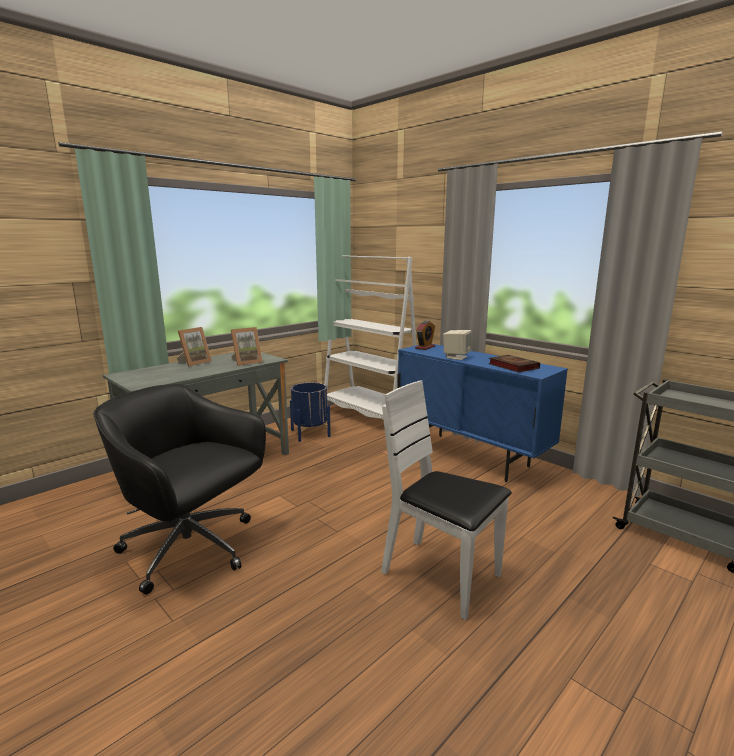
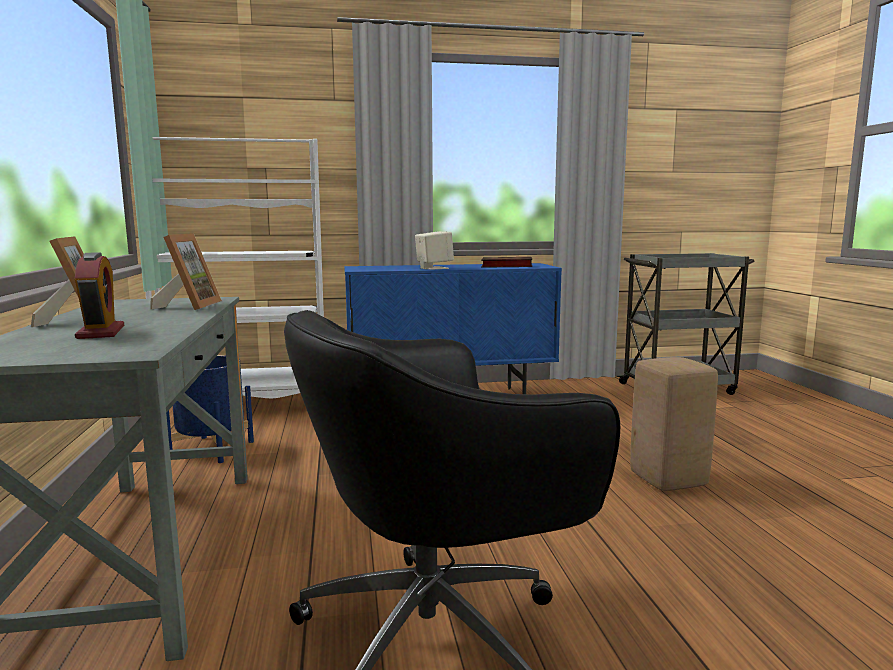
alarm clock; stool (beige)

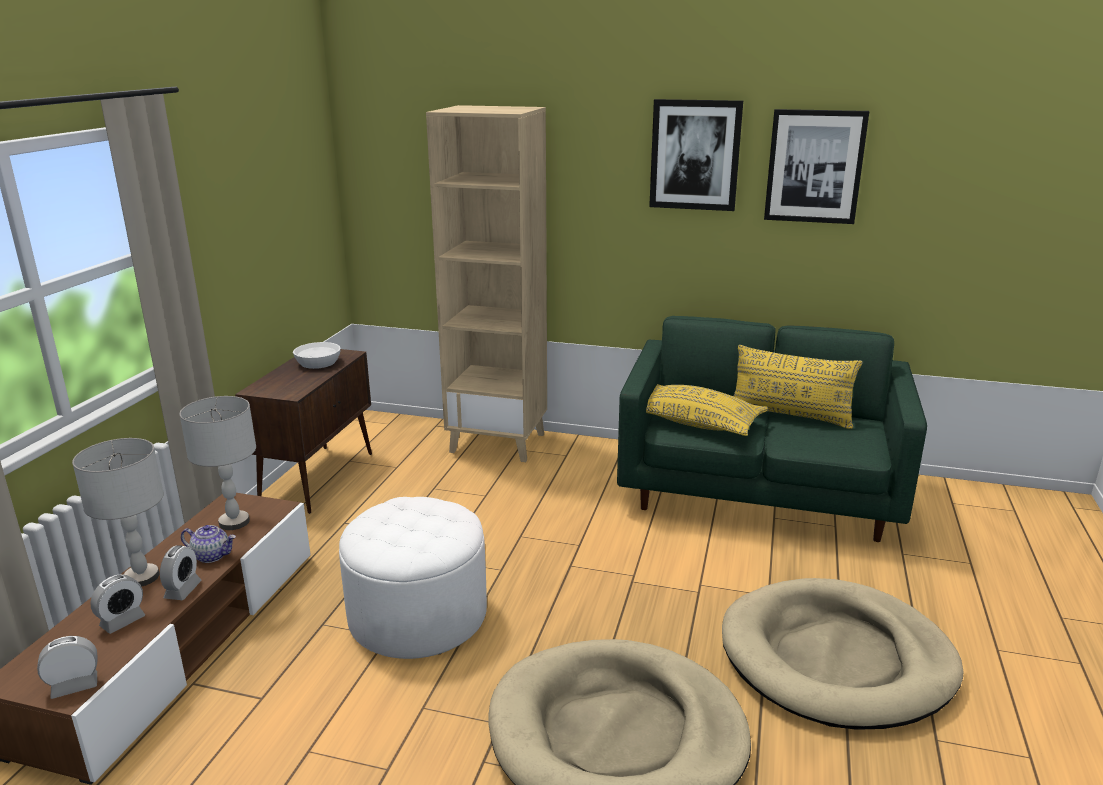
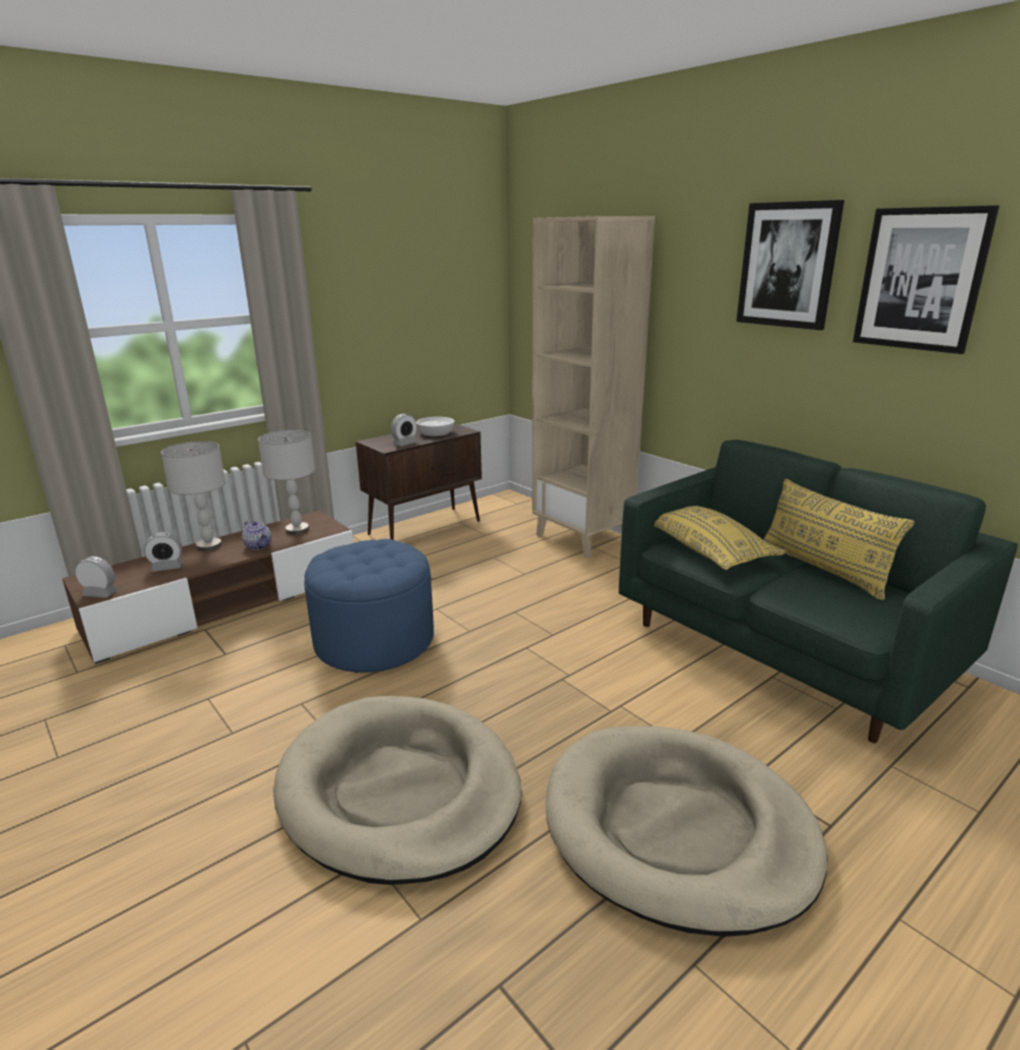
ottoman (blue); alarm clock (no. 3 from left)

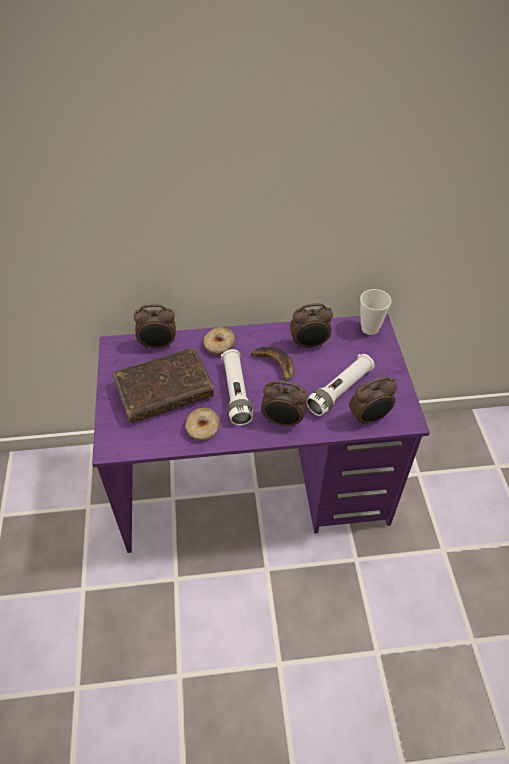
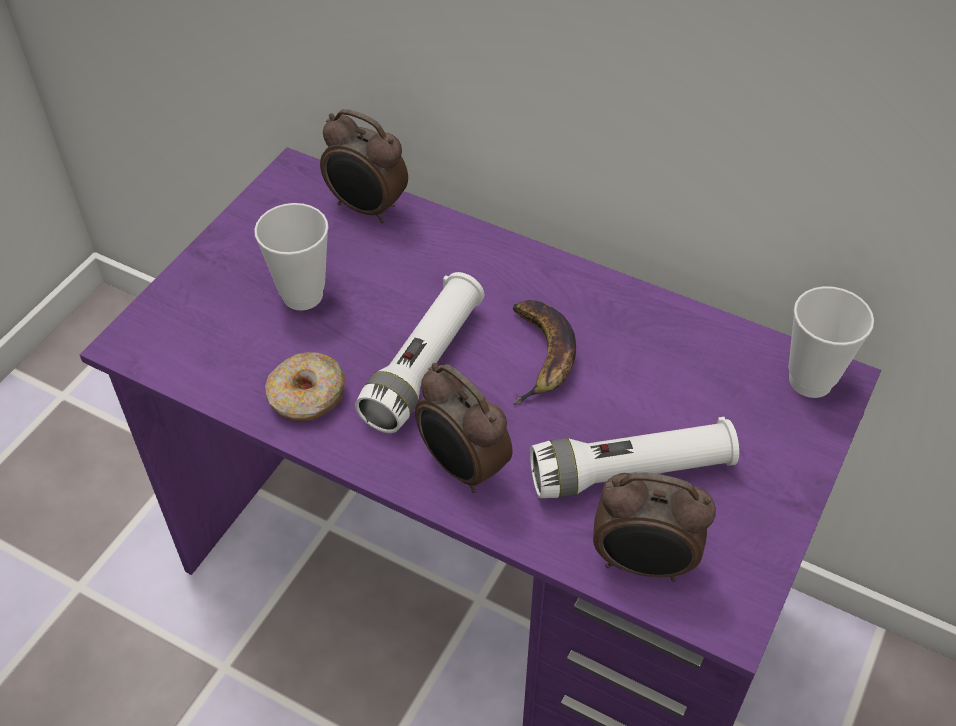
alarm clock (no. 3 from left in the first image); donut (no. 2 from left in the first image); cup (no. 1 from left)

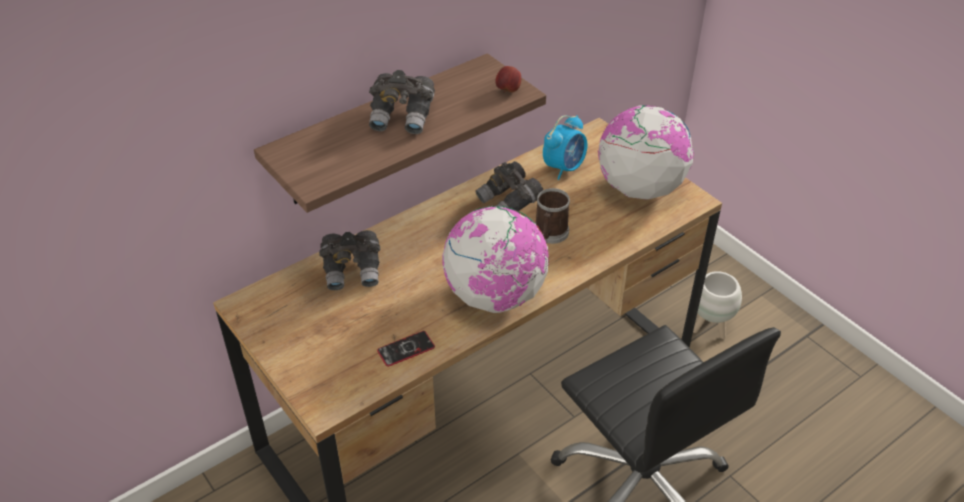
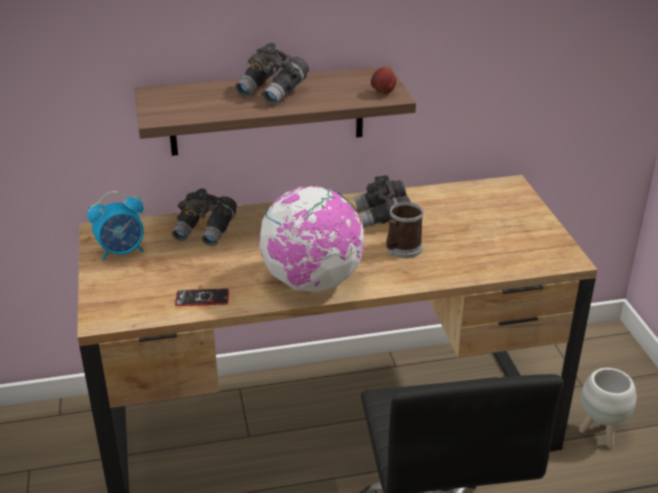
globe (no. 2 from left in the first image); alarm clock

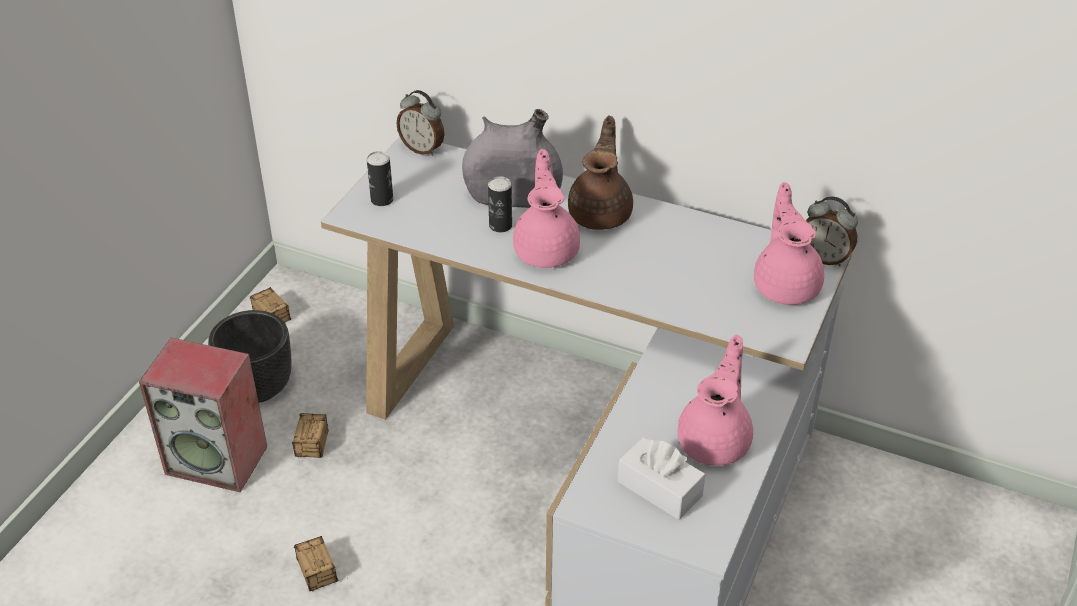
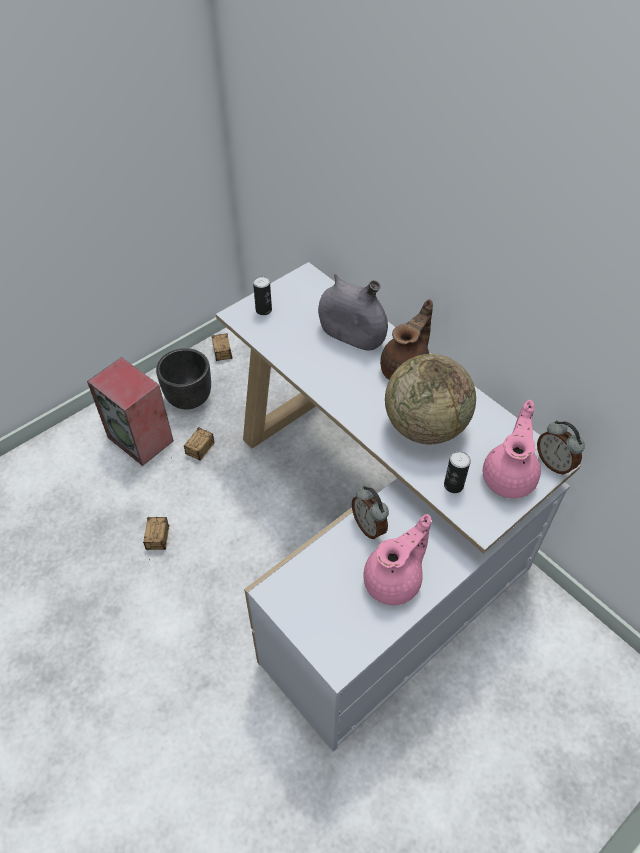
alarm clock (no. 1 from left); teapot (pink) (no. 1 from left in the first image); can (no. 2 from left); tissue box (white); globe

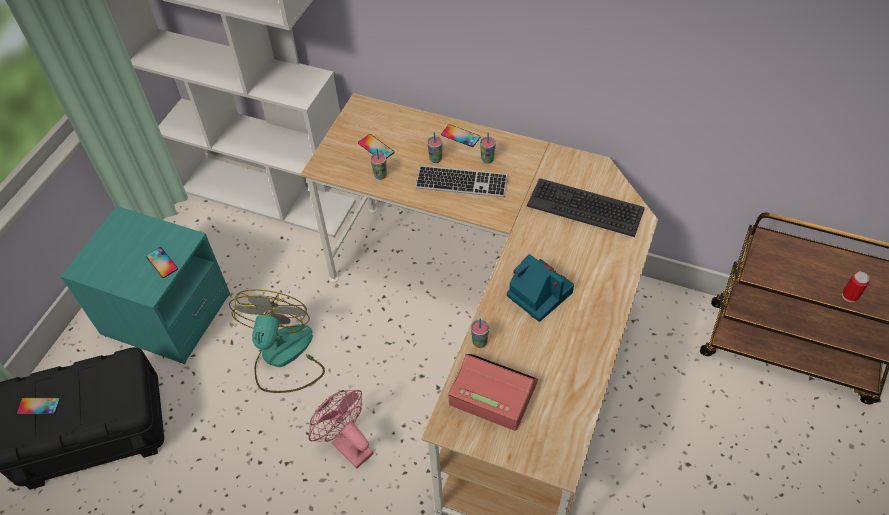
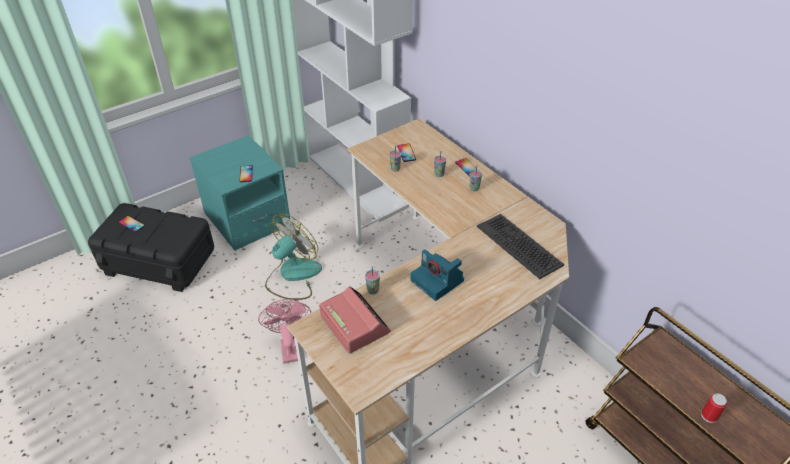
keyboard (no. 1 from left in the first image); photo camera

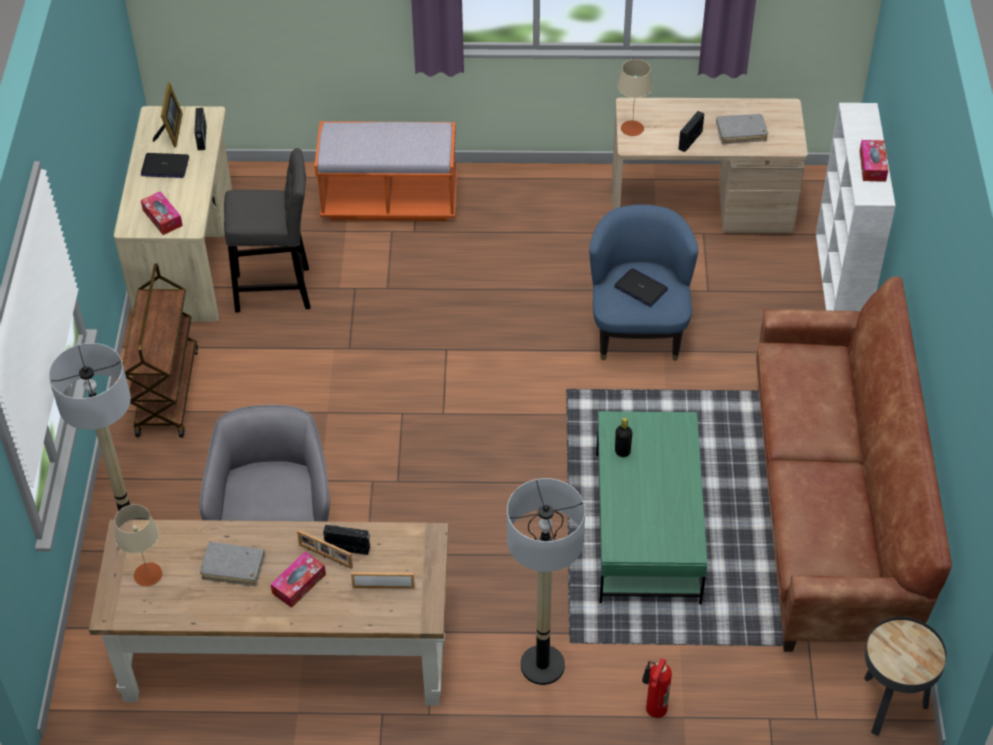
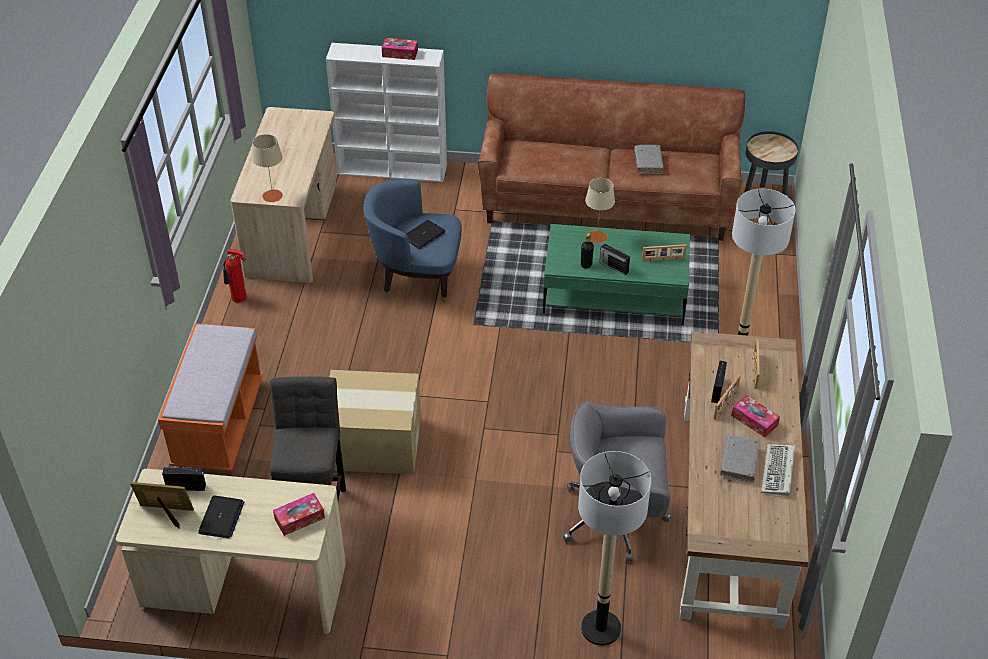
radio (no. 2 from left); book (grey) (no. 1 from left); cart (brown); table lamp (beige) (no. 2 from left); fire extinguisher; picture frame (no. 2 from left); cardboard box; keyboard

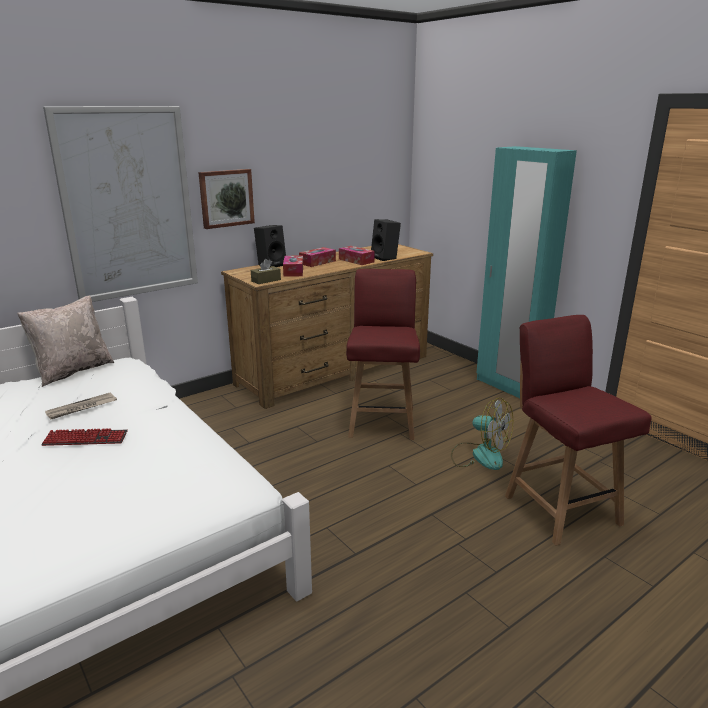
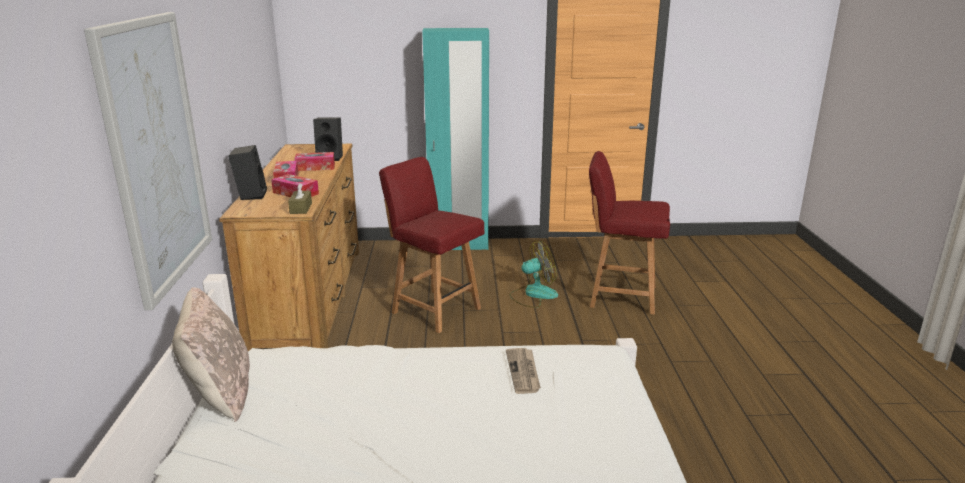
picture (no. 2 from left in the first image); newspaper; keyboard

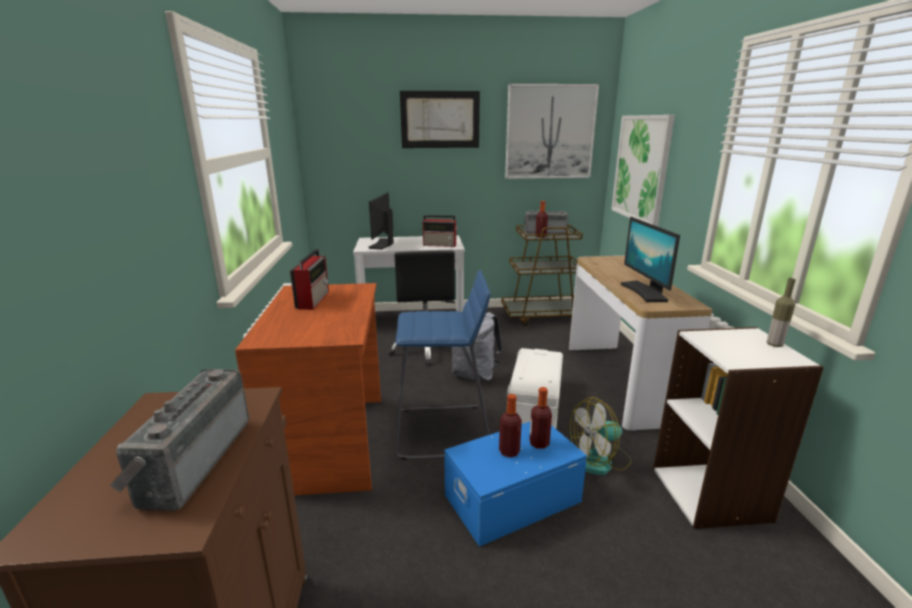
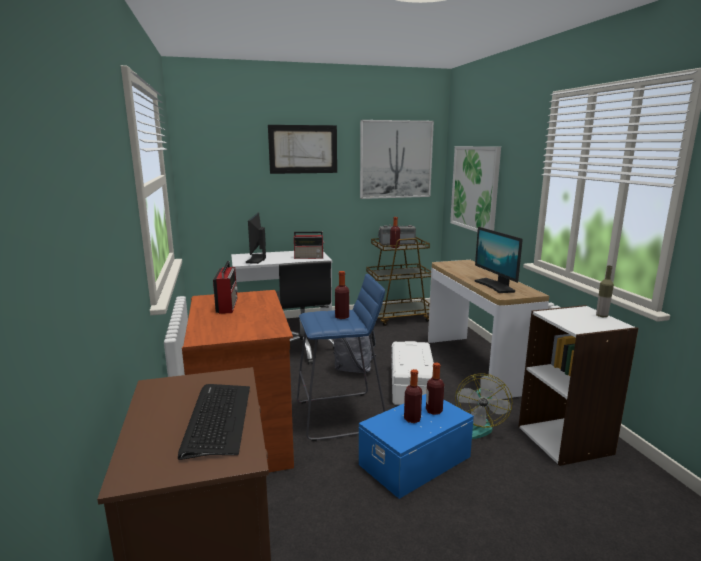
keyboard; fan; bottle (no. 1 from left)

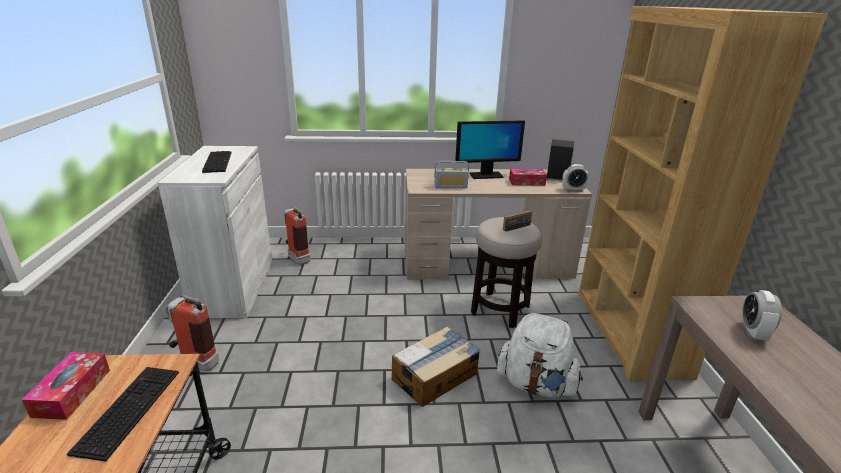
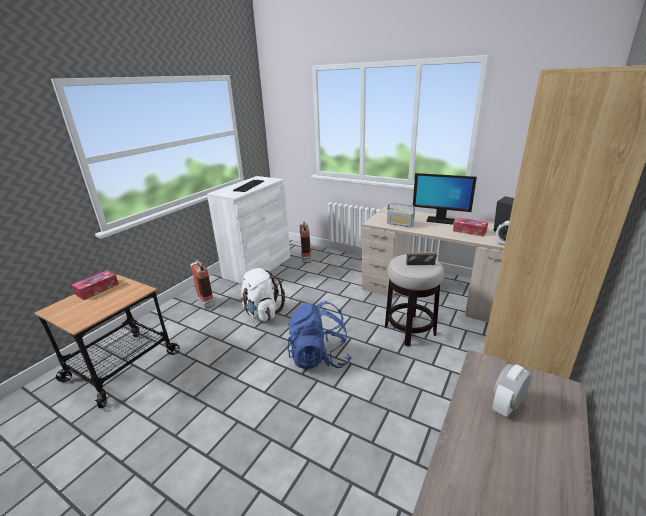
backpack (white); backpack (blue); keyboard (no. 1 from left in the first image)

